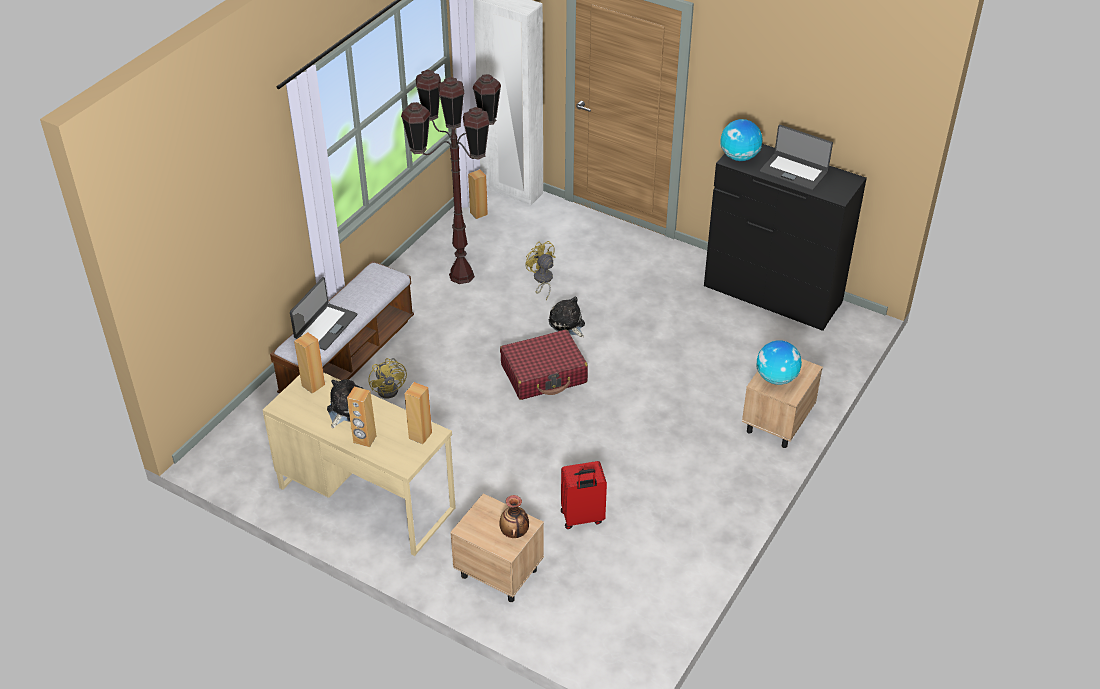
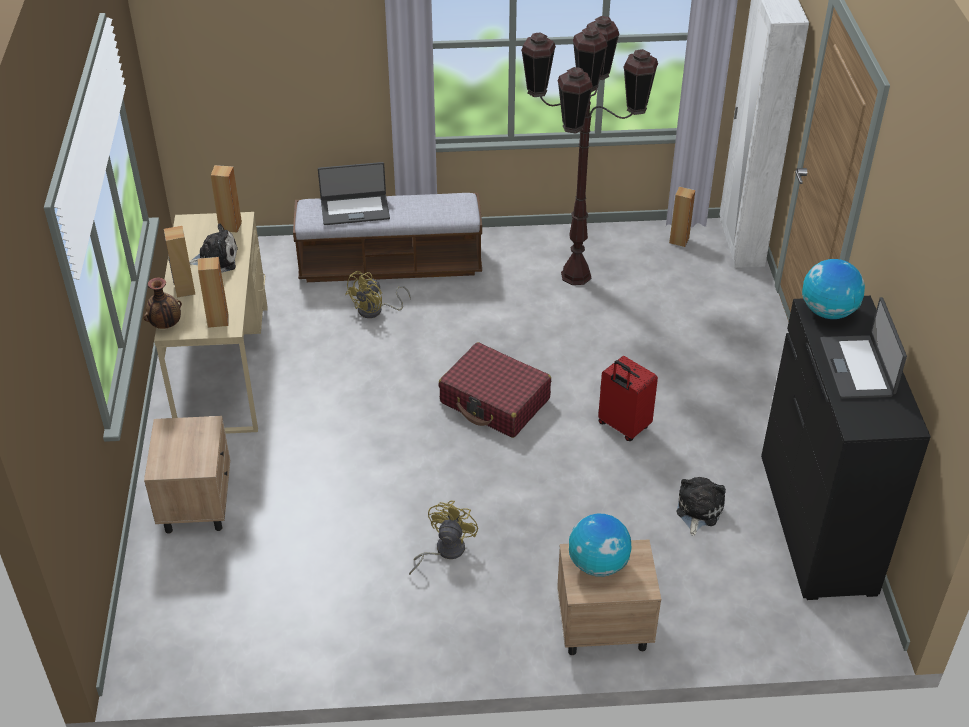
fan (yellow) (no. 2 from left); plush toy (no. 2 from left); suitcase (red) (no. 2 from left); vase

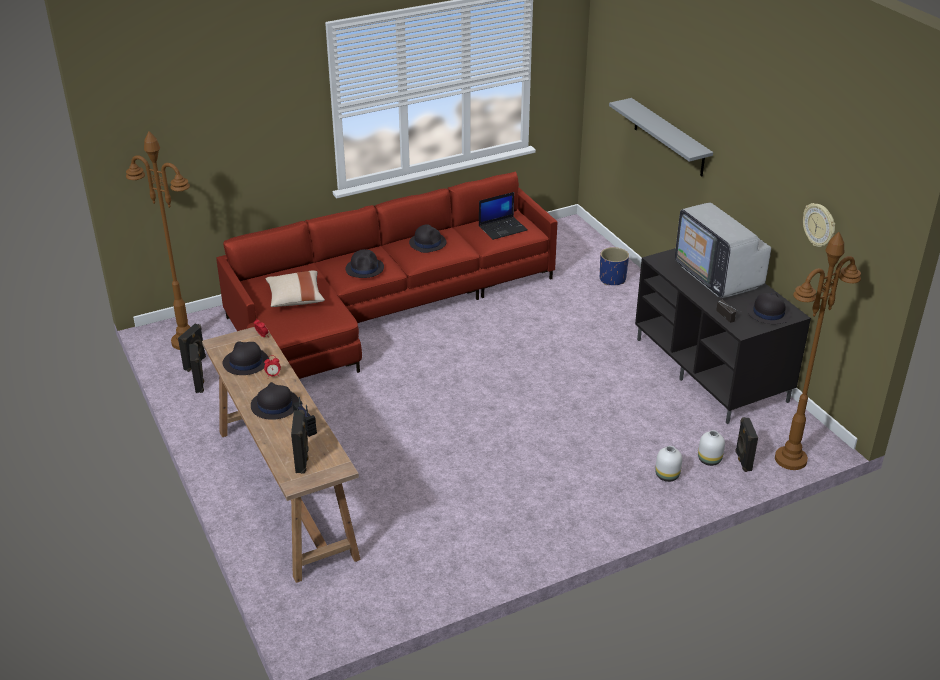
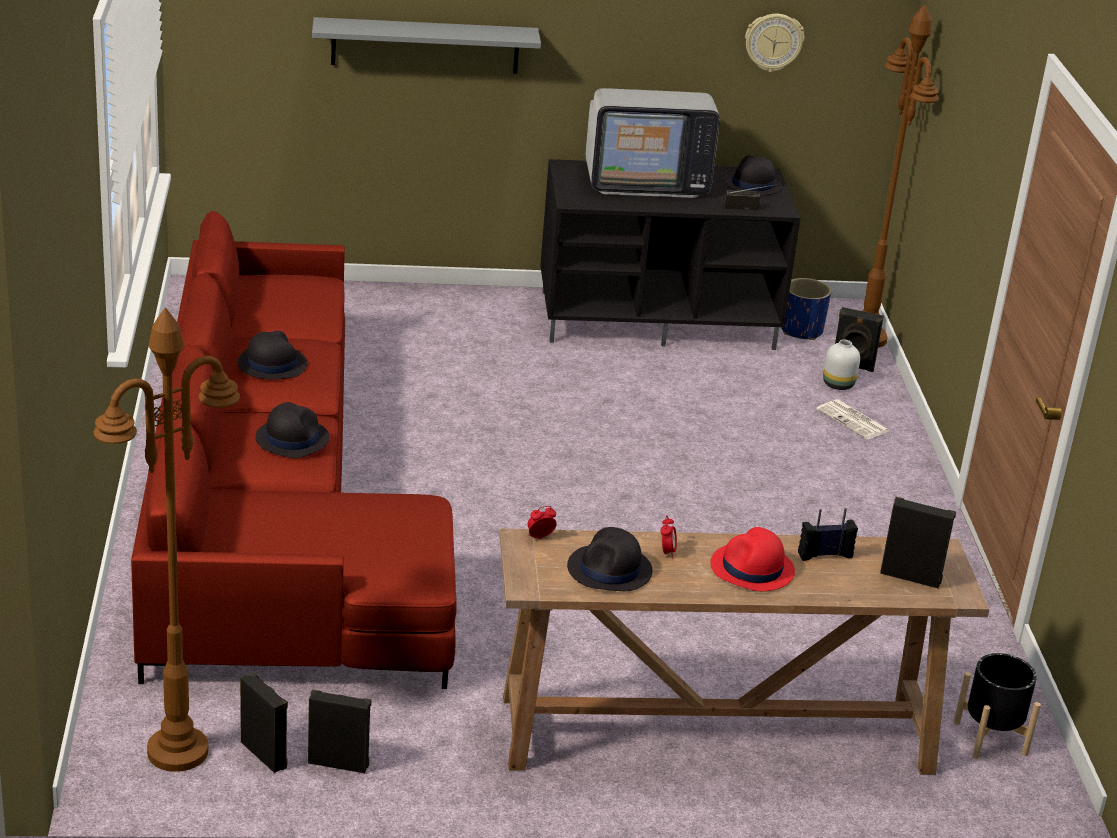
laptop; planter (blue); pillow (beige); hat (red); newspaper; planter (black)

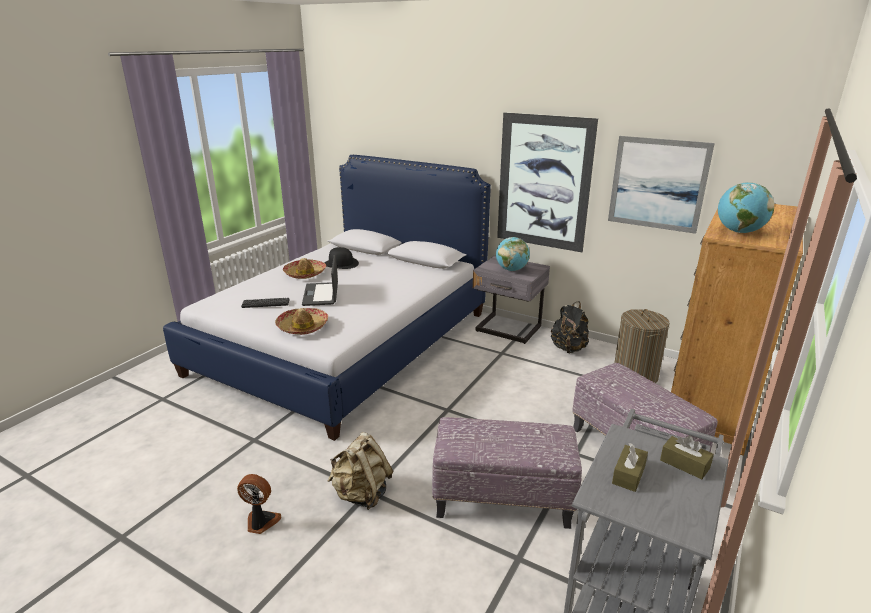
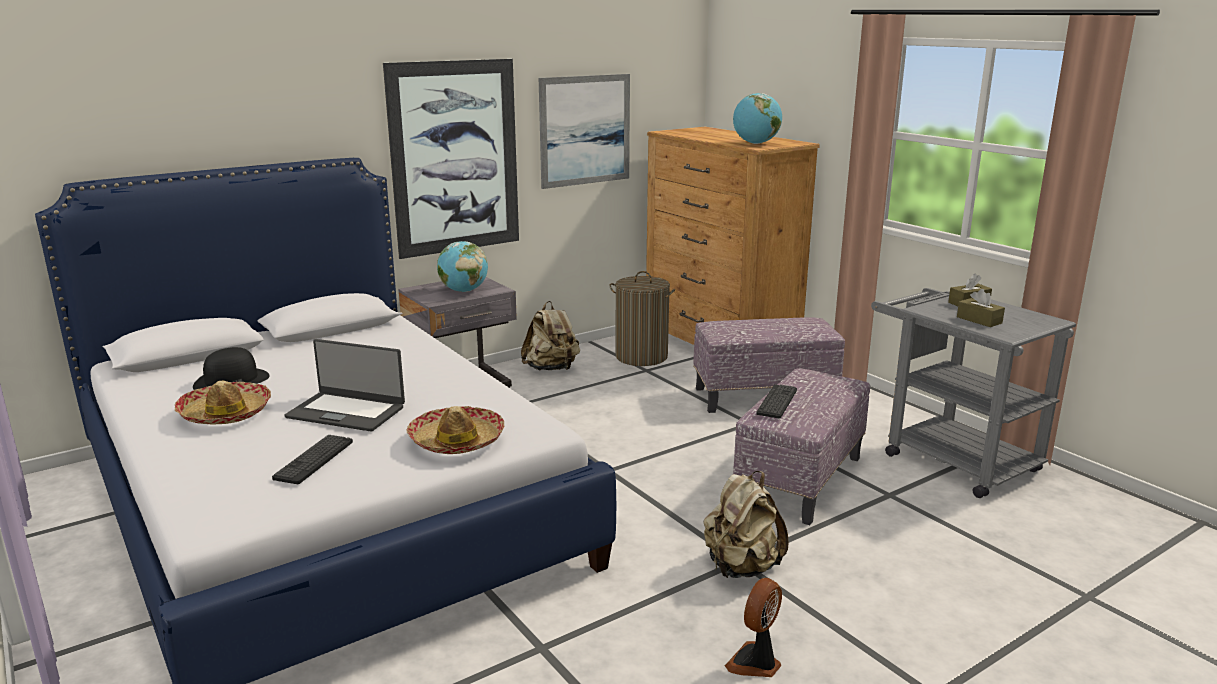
backpack (beige) (no. 1 from left); keyboard (no. 2 from left)

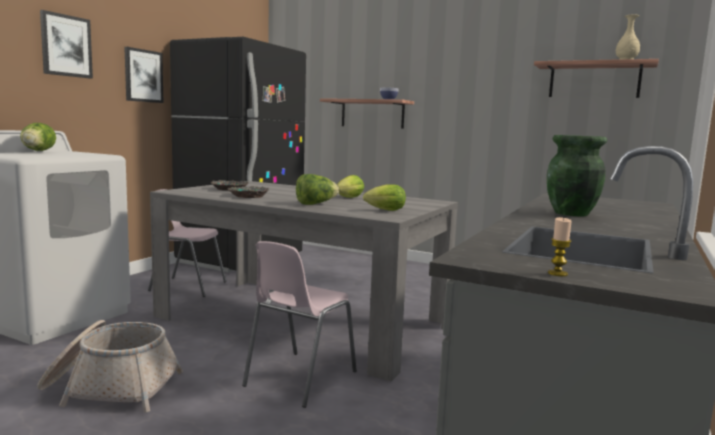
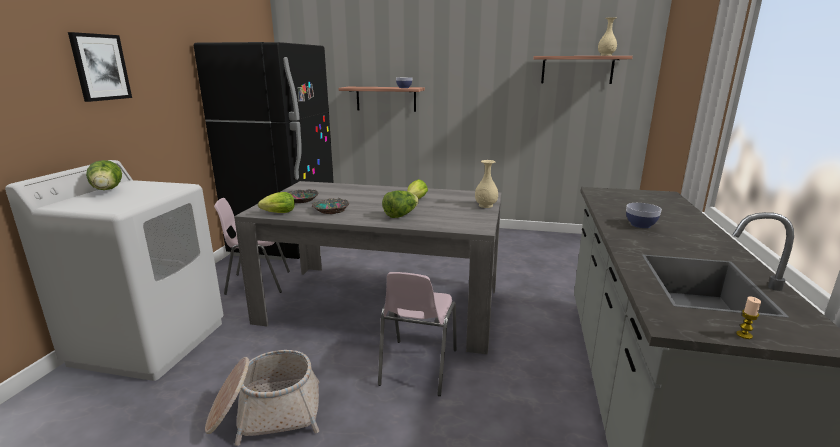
picture (no. 2 from left in the first image); bowl (no. 4 from left); lettuce (no. 2 from left); vase (beige) (no. 1 from left)

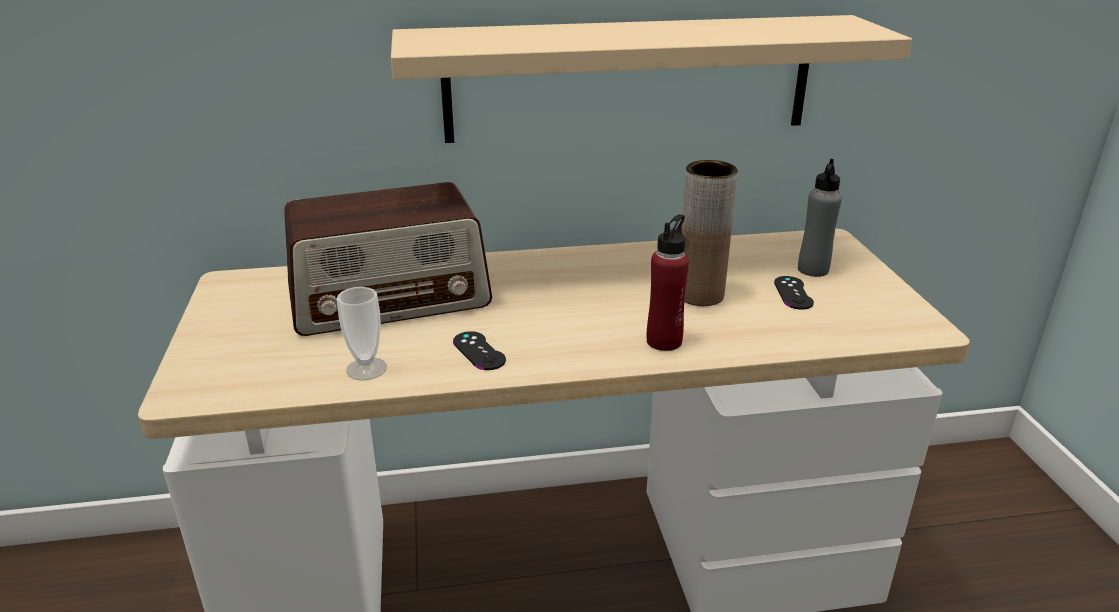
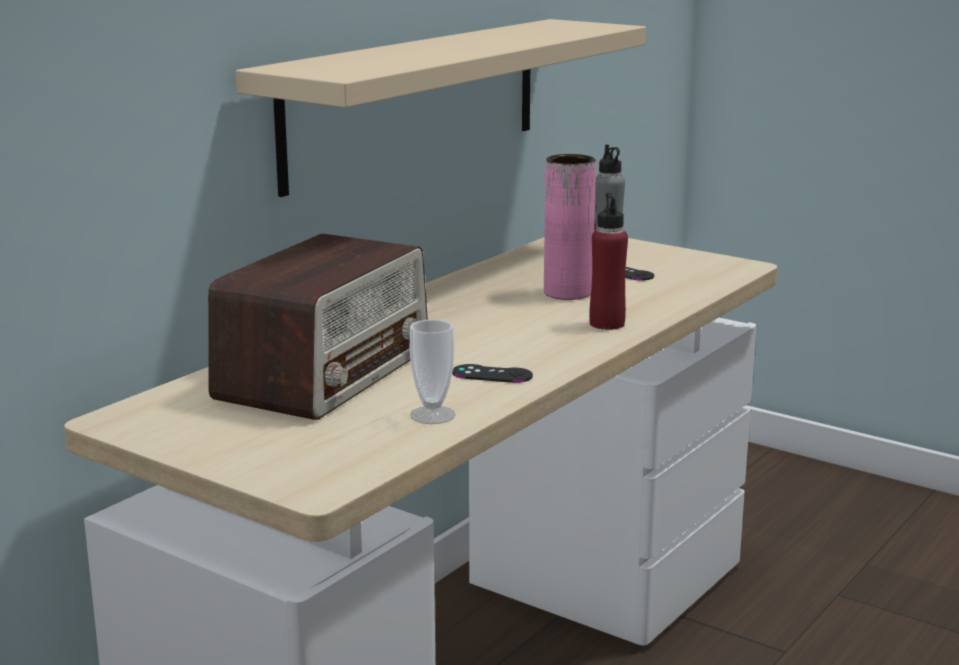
vase (pink)

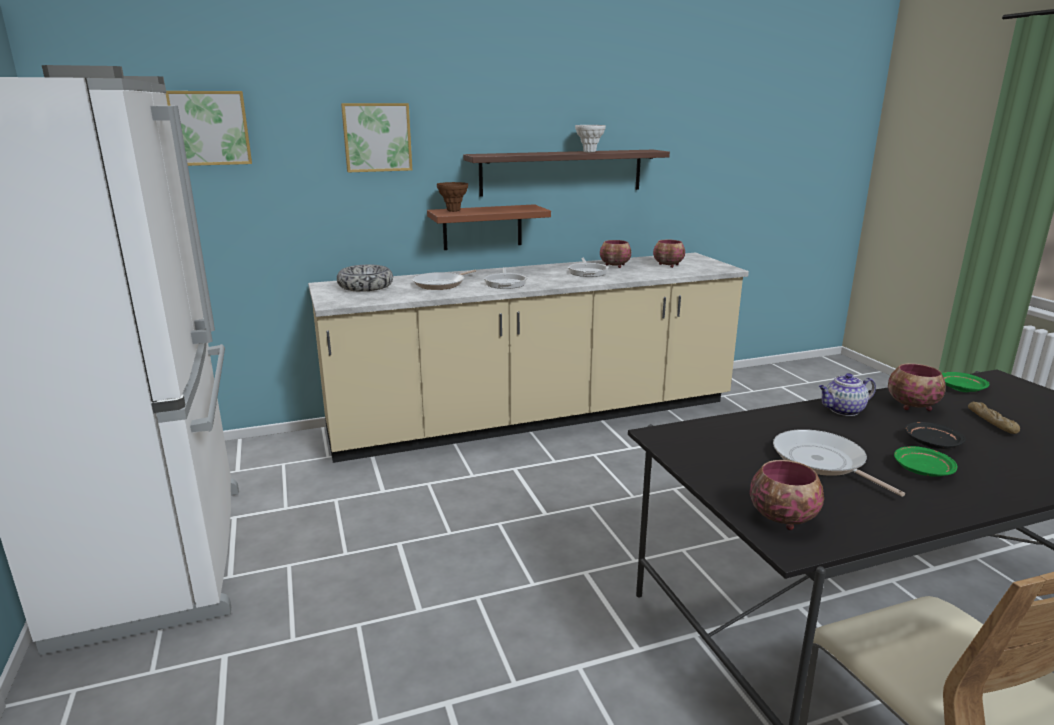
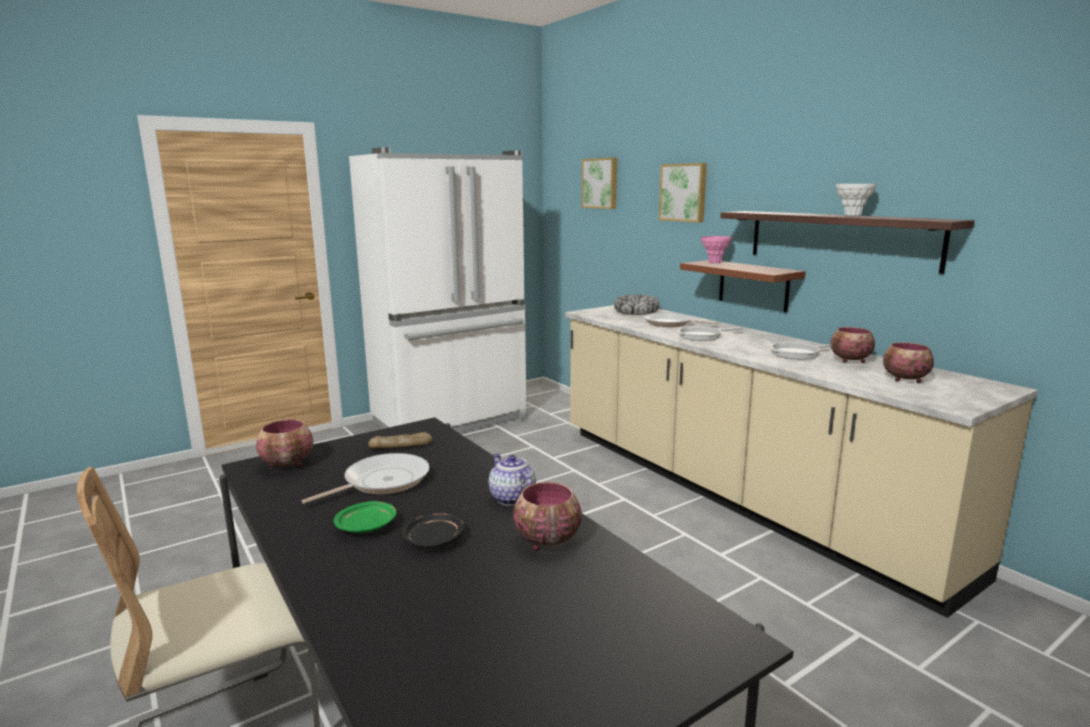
vase (pink); plate (green) (no. 2 from left in the first image); bread

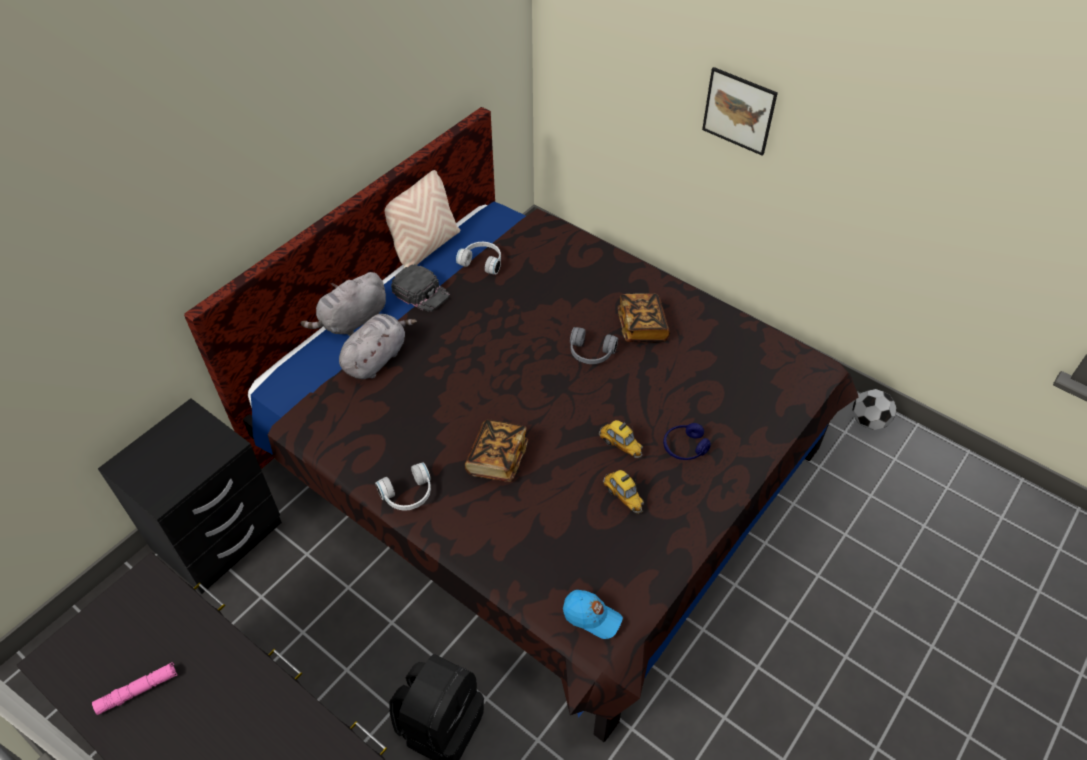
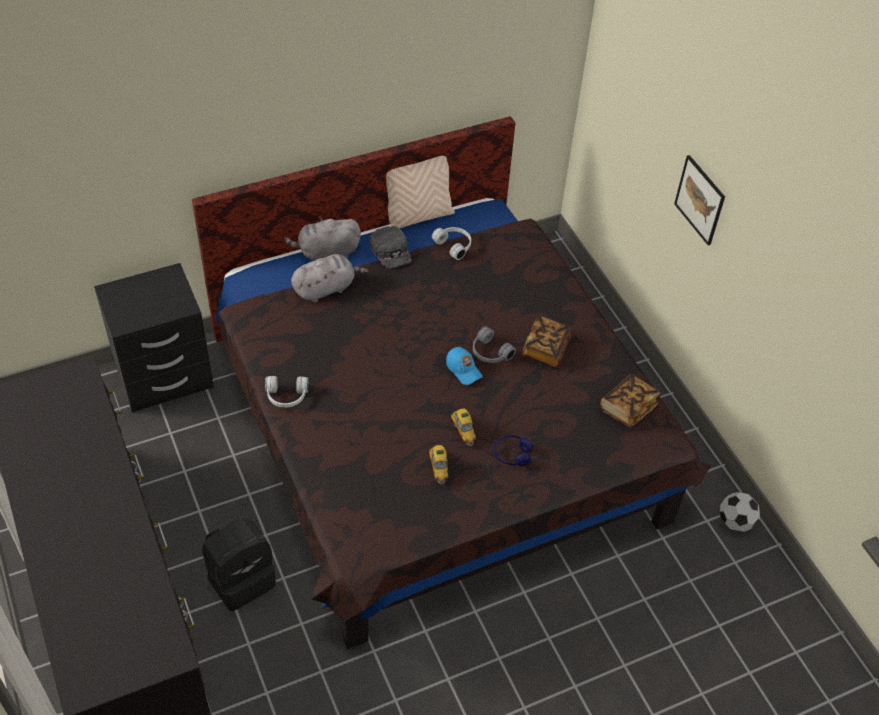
book (no. 2 from left); cap (blue); flashlight (pink)

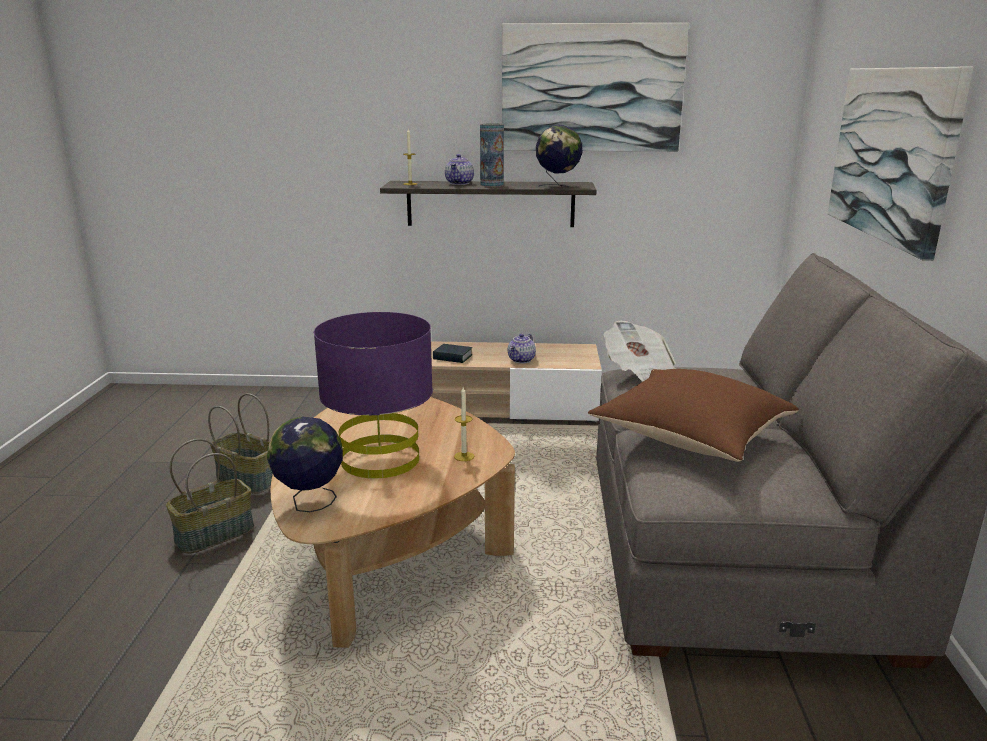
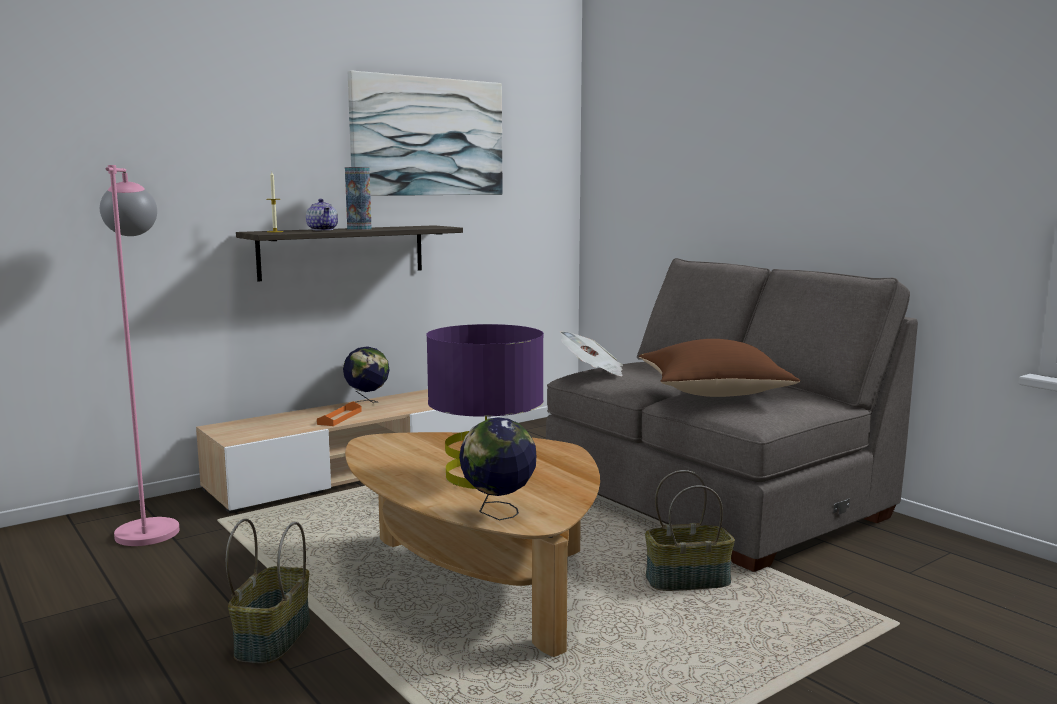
picture (no. 2 from left in the first image); globe (no. 1 from left); teapot (no. 2 from left in the first image); tray (orange); candle (no. 2 from left in the first image); basket (no. 2 from left); floor lamp (pink)

